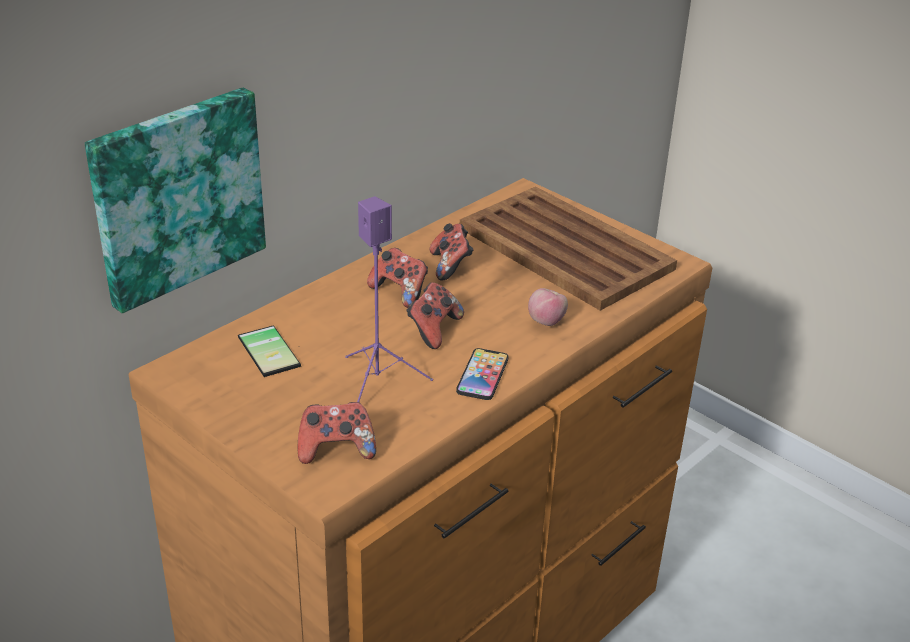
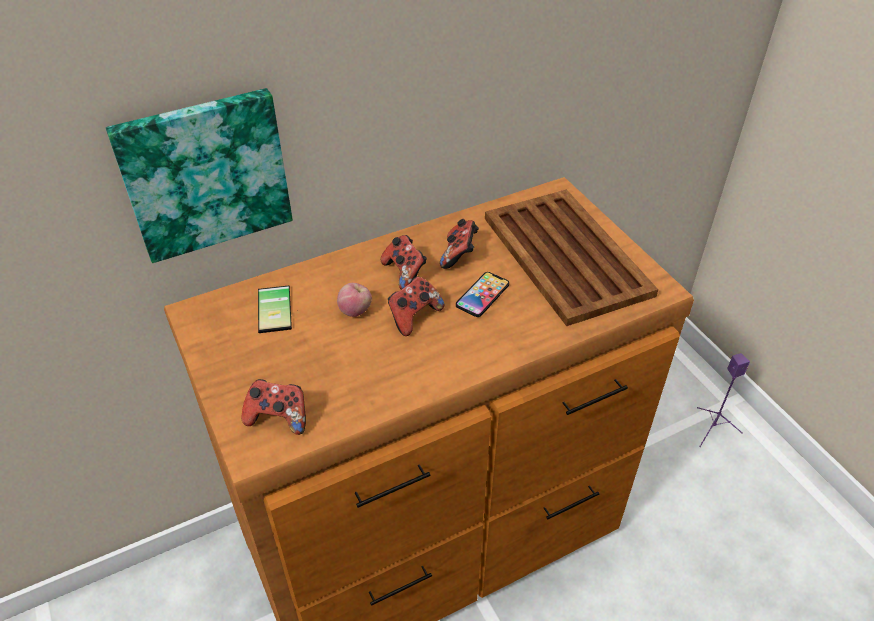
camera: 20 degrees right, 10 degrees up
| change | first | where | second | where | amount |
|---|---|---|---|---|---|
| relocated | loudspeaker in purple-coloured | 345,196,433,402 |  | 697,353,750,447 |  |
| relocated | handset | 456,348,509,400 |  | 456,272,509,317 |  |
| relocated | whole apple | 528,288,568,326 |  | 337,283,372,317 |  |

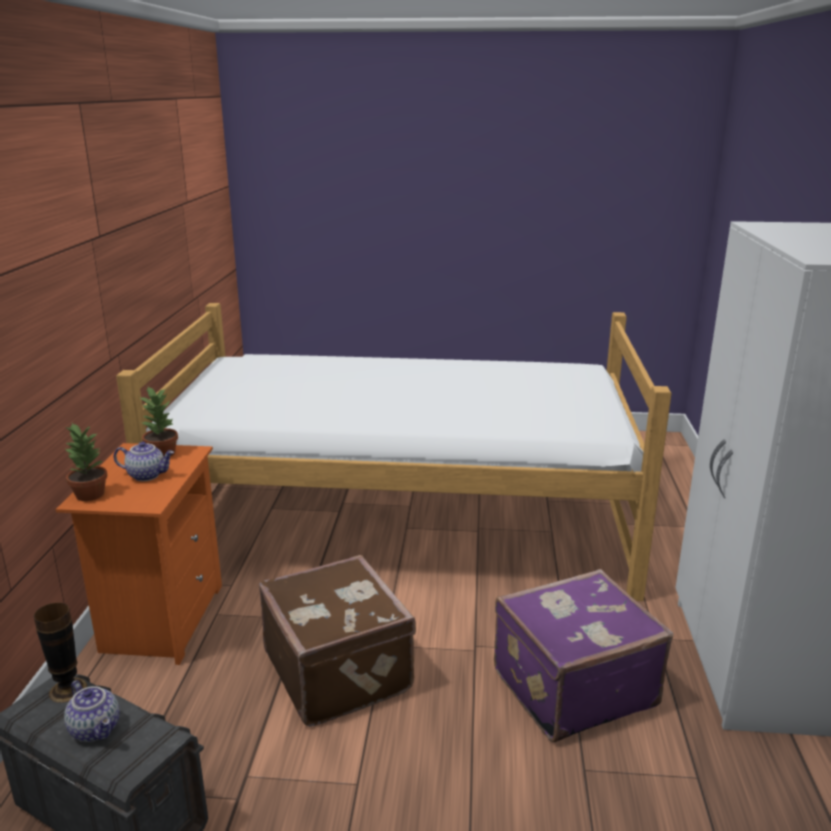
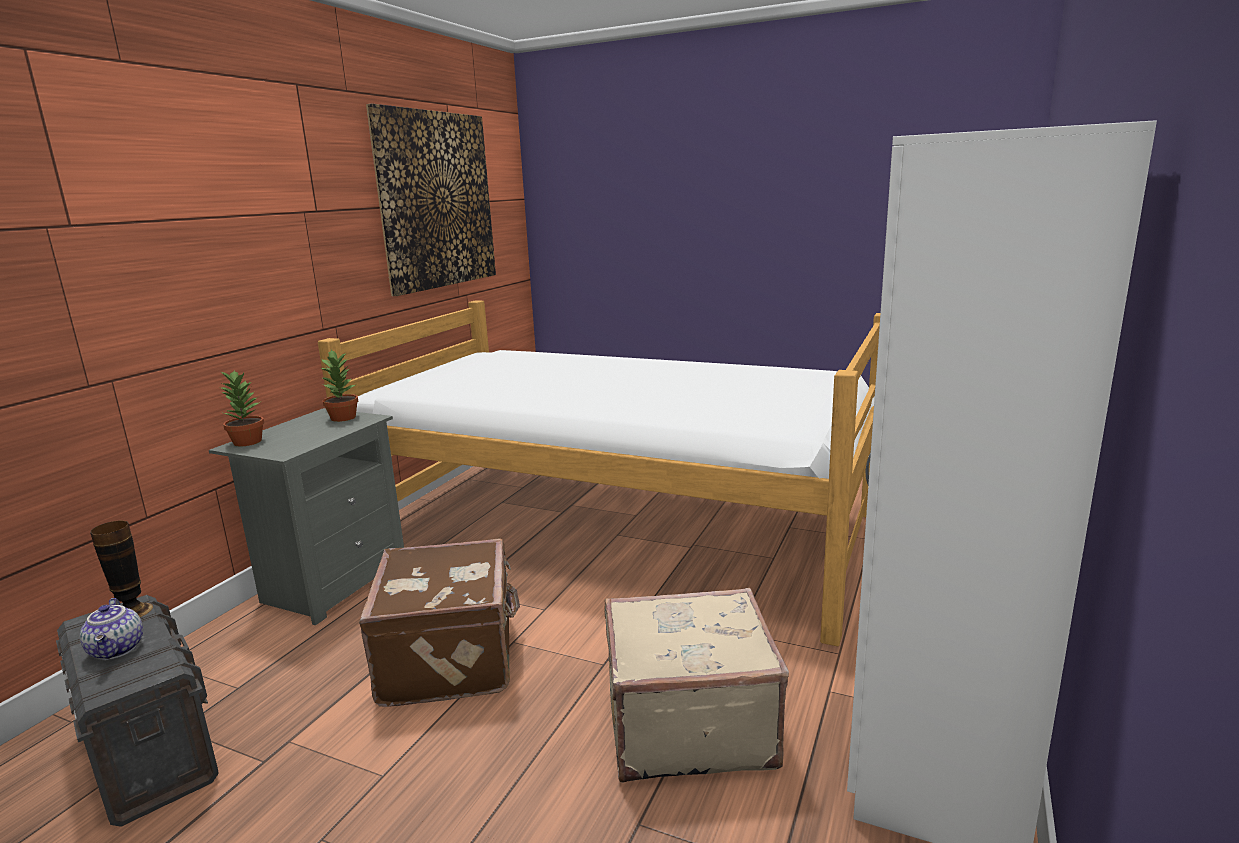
camera: 20 degrees right, 5 degrees down
| change | first | where | second | where | amount |
|---|---|---|---|---|---|
| colour | bedside table in orangey | 56,443,222,665 | bedside table in grey | 209,408,404,625 |  |
| missing | tea pot | 114,442,174,481 |  |  |  |
| colour | piece of luggage in purple-coloured | 494,569,673,742 | piece of luggage in beige-coloured | 604,588,789,783 |  |
| appeared |  |  | wall art | 366,104,496,296 |  |

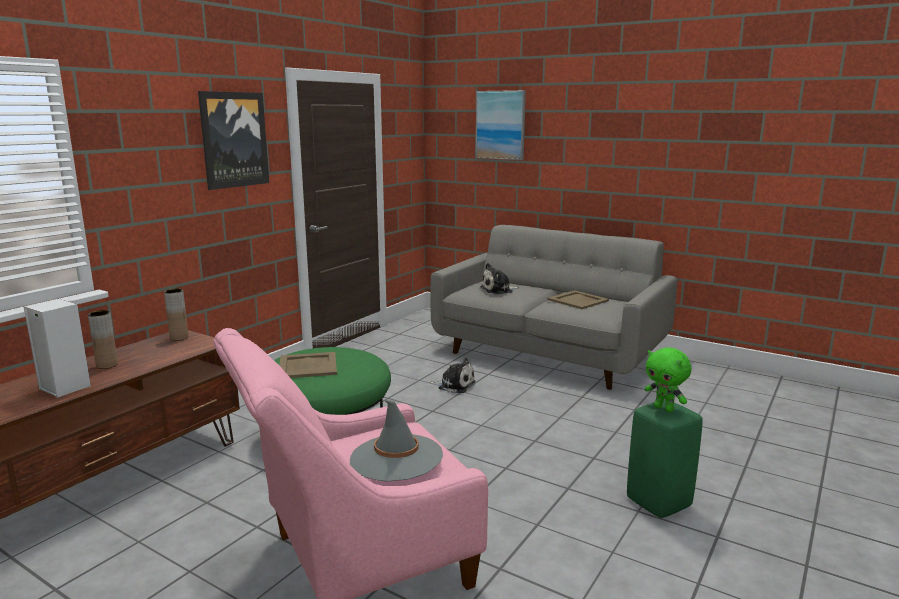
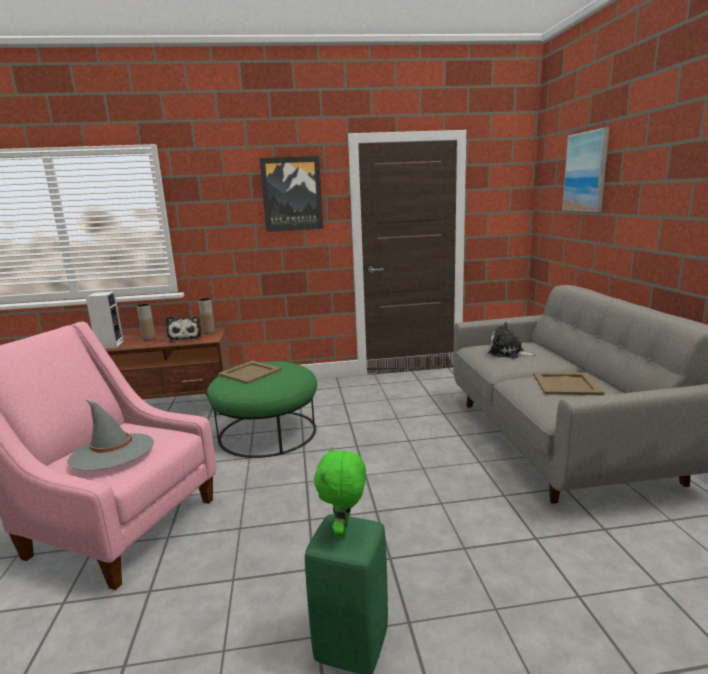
camera: 50 degrees right, 0 degrees up
| change | first | where | second | where | amount |
|---|---|---|---|---|---|
| relocated | soft toy | 430,358,475,393 |  | 166,316,202,342 |  |

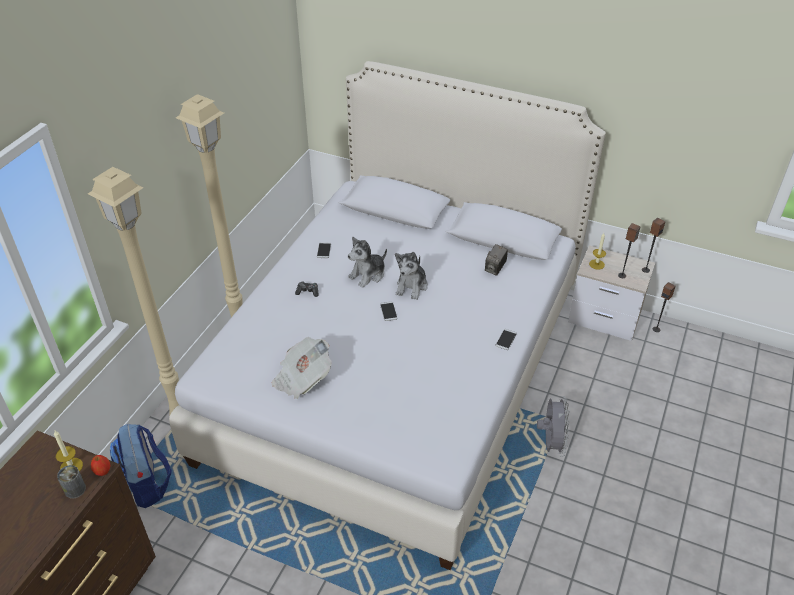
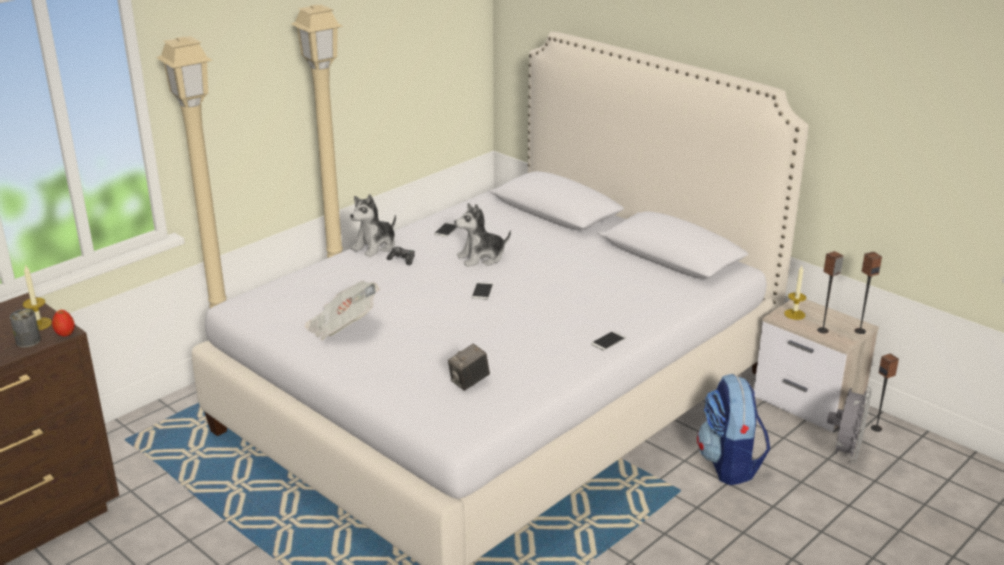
camera: 20 degrees right, 15 degrees down
| change | first | where | second | where | amount |
|---|---|---|---|---|---|
| relocated | backpack | 110,423,172,508 |  | 697,374,770,485 |  |
| relocated | soft toy | 395,252,428,300 |  | 350,194,396,257 |  |
| relocated | still camera | 485,244,508,276 |  | 448,344,490,391 |  |
| relocated | fan in grey | 537,396,569,456 |  | 827,386,872,463 |  |

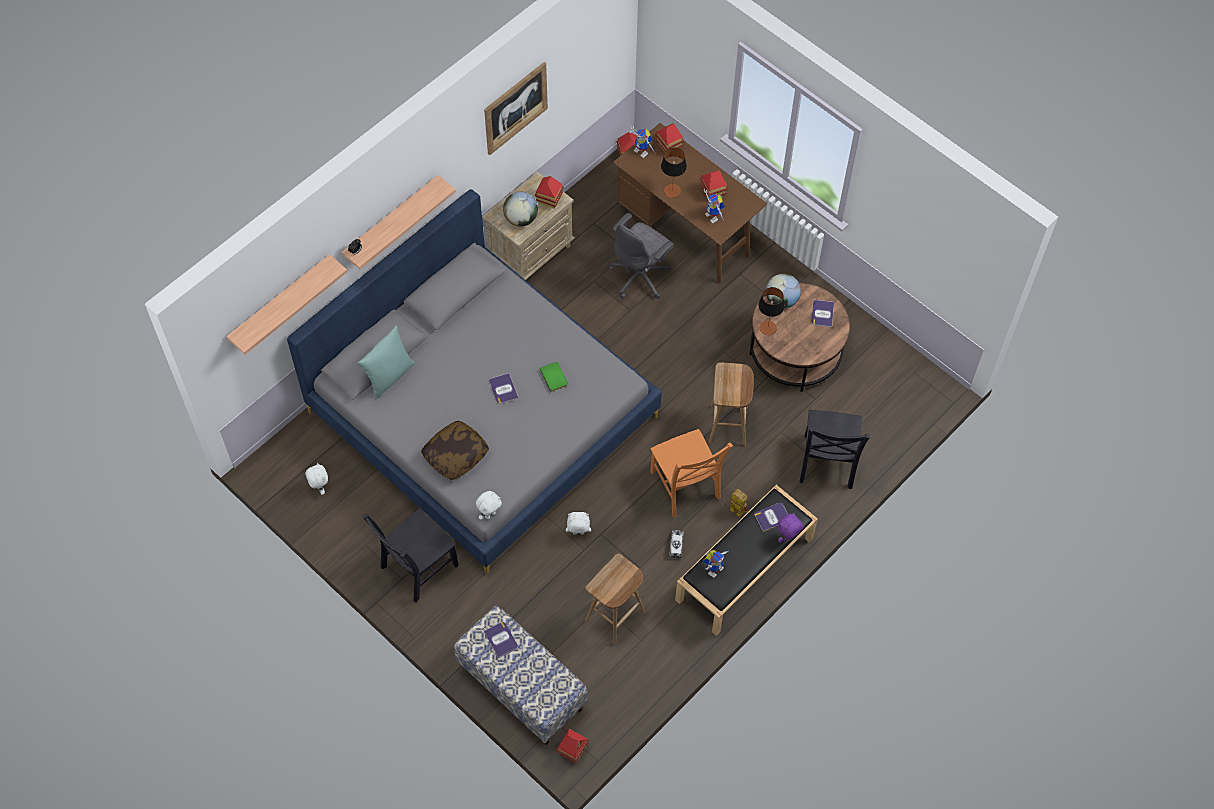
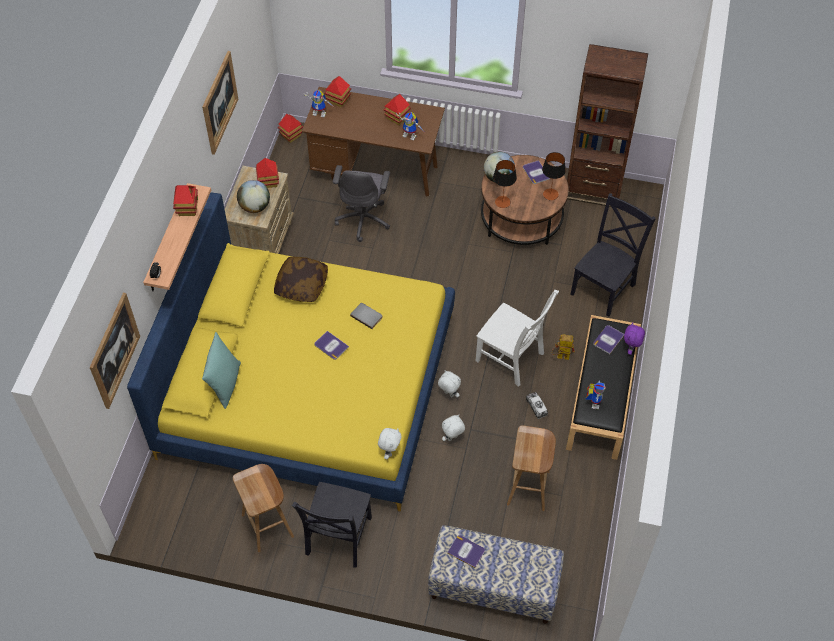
camera: 30 degrees left, 5 degrees down
| change | first | where | second | where | amount |
|---|---|---|---|---|---|
| exchanged | shelf | 227,254,348,355 | wall art | 89,293,140,409 |  |
| colour | bedroom bed in grey | 287,189,662,574 | bedroom bed in yellow-coloured | 127,193,455,511 |  |
| relocated | soft toy in white-coloured | 305,462,328,495 |  | 438,370,461,398 |  |
| relocated | throw pillow | 421,421,489,480 |  | 274,257,328,302 |  |
| colour | volume in green | 540,362,568,392 | volume in grey | 350,303,383,329 |  |
| relocated | model house | 556,729,589,764 |  | 173,185,198,216 |  |
| colour | upright chair in orangey | 650,429,733,517 | upright chair in white-coloured | 476,290,559,387 |  |
| relocated | lamp for a table | 661,148,687,198 |  | 542,152,566,200 |  |
| relocated | stool seat in brownish | 708,362,754,446 |  | 233,464,294,552 |  |
| spun | upright chair in blackish | 800,410,870,489 |  | 570,193,656,317 | 120 degrees counterclockwise |
| appeared |  |  | bookcase in brownish | 567,44,648,207 |  |

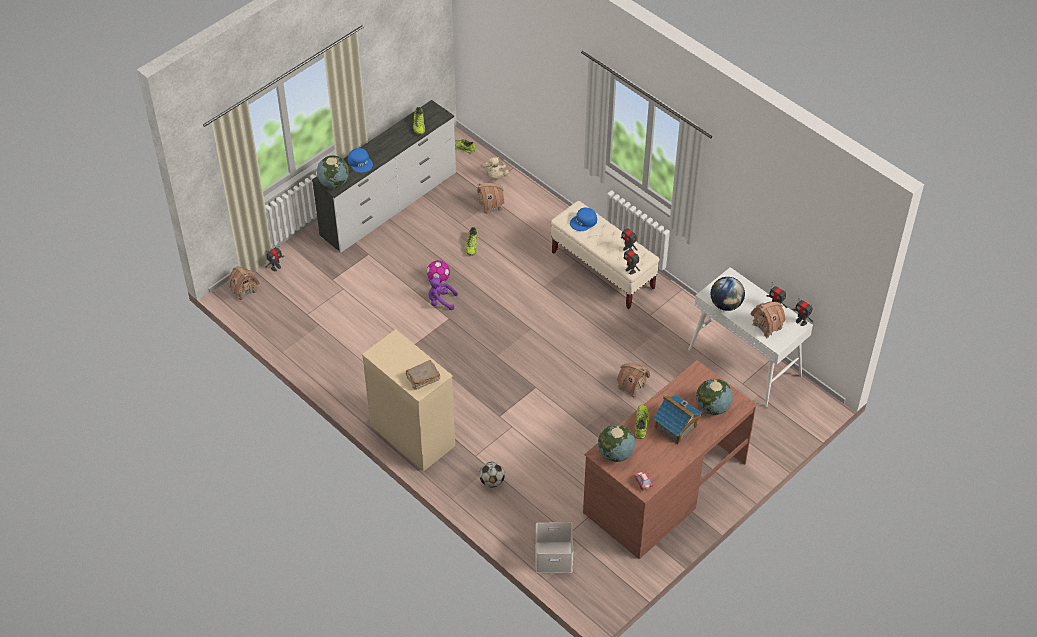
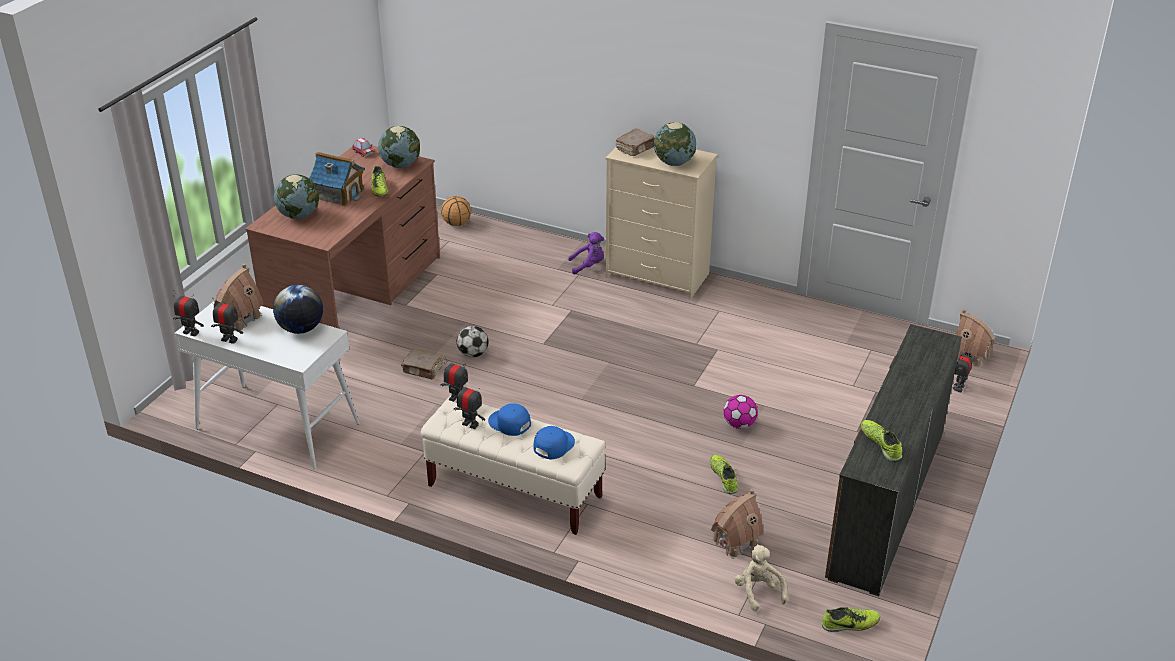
camera: 160 degrees right, 15 degrees down
| change | first | where | second | where | amount |
|---|---|---|---|---|---|
| colour | chest of drawers in white-coloured | 312,100,456,252 | chest of drawers in brownish | 825,324,962,596 |  |
| relocated | desk globe | 317,155,349,188 |  | 653,122,696,166 |  |
| relocated | baseball cap in blue | 348,148,373,173 |  | 488,403,531,436 |  |
| relocated | soft toy in purple-coloured | 428,277,458,310 |  | 569,232,604,275 |  |
| relocated | football | 479,462,505,487 |  | 457,326,489,358 |  |
| exchanged | storage bin in white-coloured | 535,522,573,573 | basketball | 441,196,471,226 |  |
| exchanged | model house | 617,363,650,398 | volume in brownish | 401,349,443,379 |  |

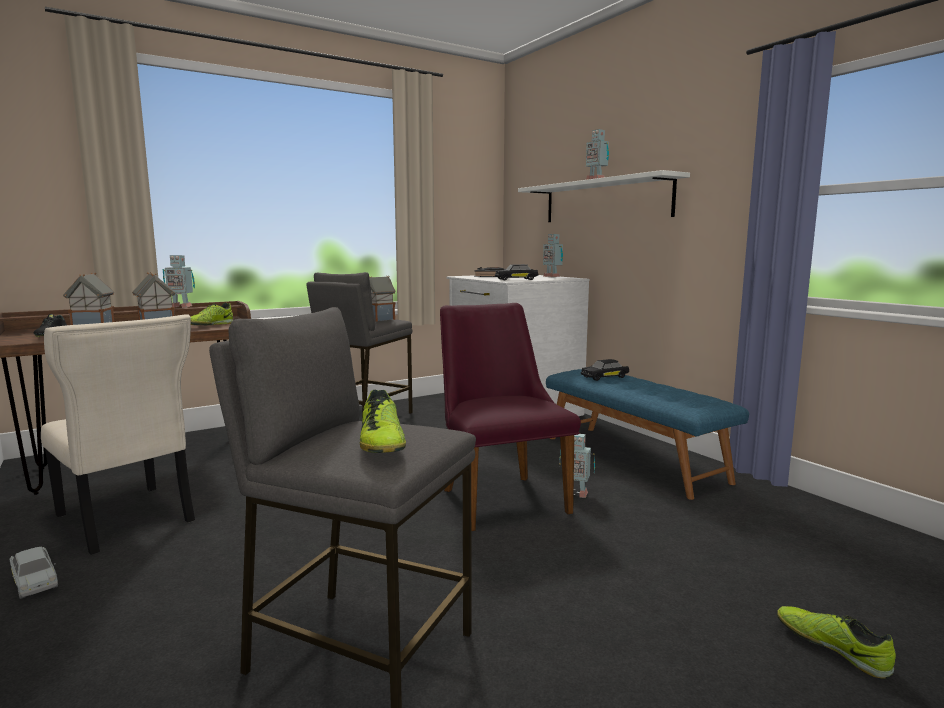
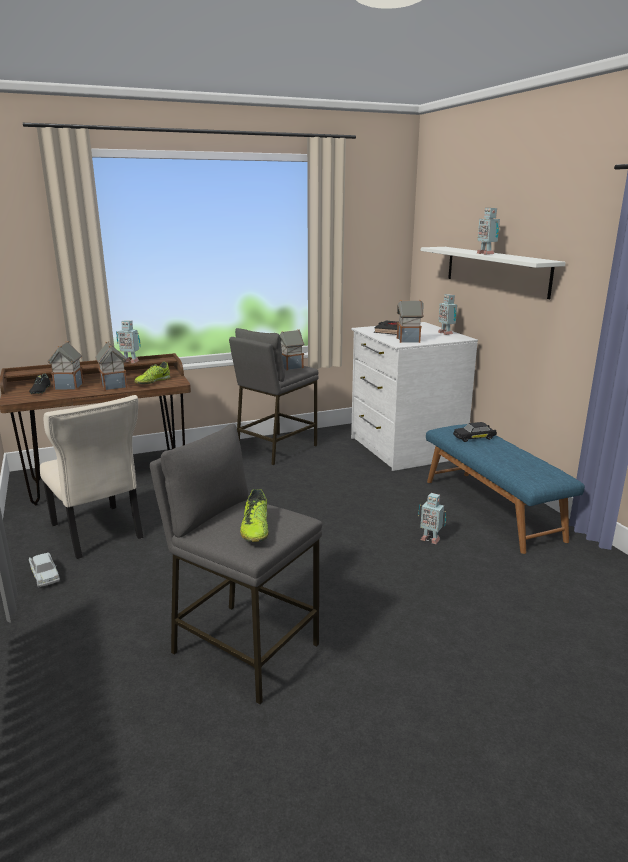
camera: 10 degrees right, 10 degrees up
| change | first | where | second | where | amount |
|---|---|---|---|---|---|
| missing | upright chair in purple-coloured | 440,303,581,531 |  |  |  |
| exchanged | miniature car in blackish | 495,264,538,280 | model house | 397,300,424,343 |  |
| missing | low shoe | 777,606,896,678 |  |  |  |

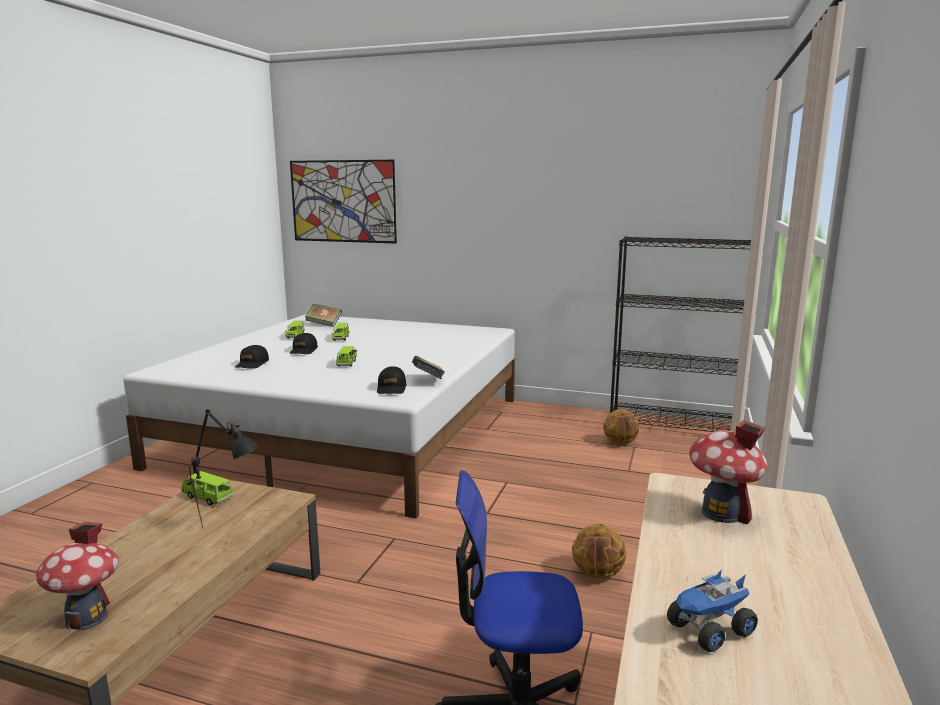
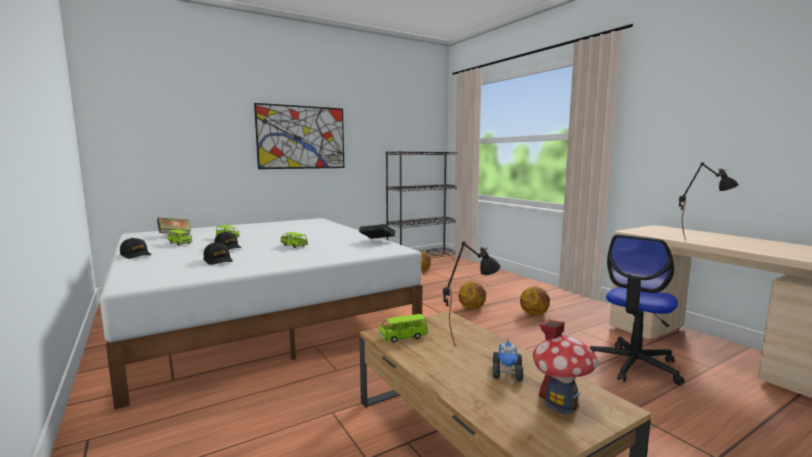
camera: 50 degrees left, 5 degrees down
| change | first | where | second | where | amount |
|---|---|---|---|---|---|
| relocated | wall art | 290,160,397,243 |  | 254,103,344,169 |  |
| relocated | baseball cap in blackish | 377,366,406,394 |  | 120,238,151,259 |  |
| relocated | toy truck | 667,569,758,652 |  | 492,338,523,382 |  |
| missing | model house | 689,420,767,524 |  |  |  |
| appeared |  |  | basketball | 458,281,486,310 |  |
| appeared |  |  | lamp for a table in blackish | 679,162,739,240 |  |

